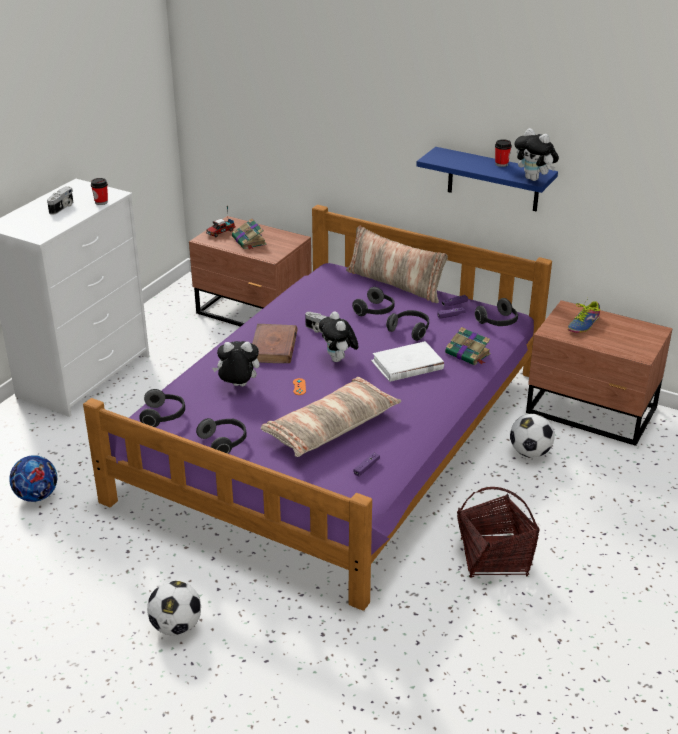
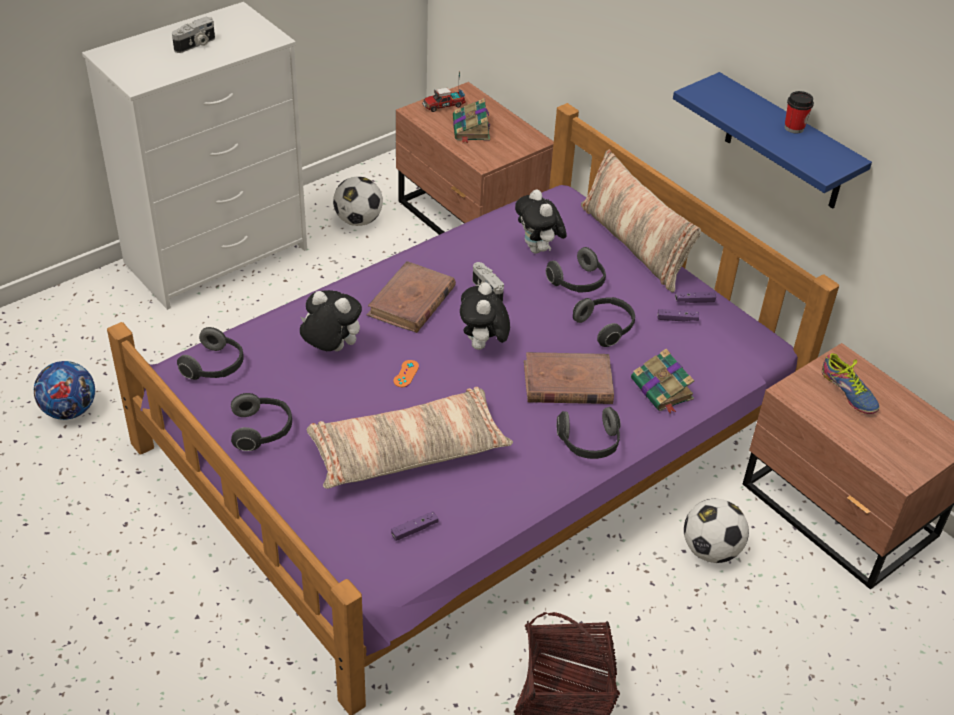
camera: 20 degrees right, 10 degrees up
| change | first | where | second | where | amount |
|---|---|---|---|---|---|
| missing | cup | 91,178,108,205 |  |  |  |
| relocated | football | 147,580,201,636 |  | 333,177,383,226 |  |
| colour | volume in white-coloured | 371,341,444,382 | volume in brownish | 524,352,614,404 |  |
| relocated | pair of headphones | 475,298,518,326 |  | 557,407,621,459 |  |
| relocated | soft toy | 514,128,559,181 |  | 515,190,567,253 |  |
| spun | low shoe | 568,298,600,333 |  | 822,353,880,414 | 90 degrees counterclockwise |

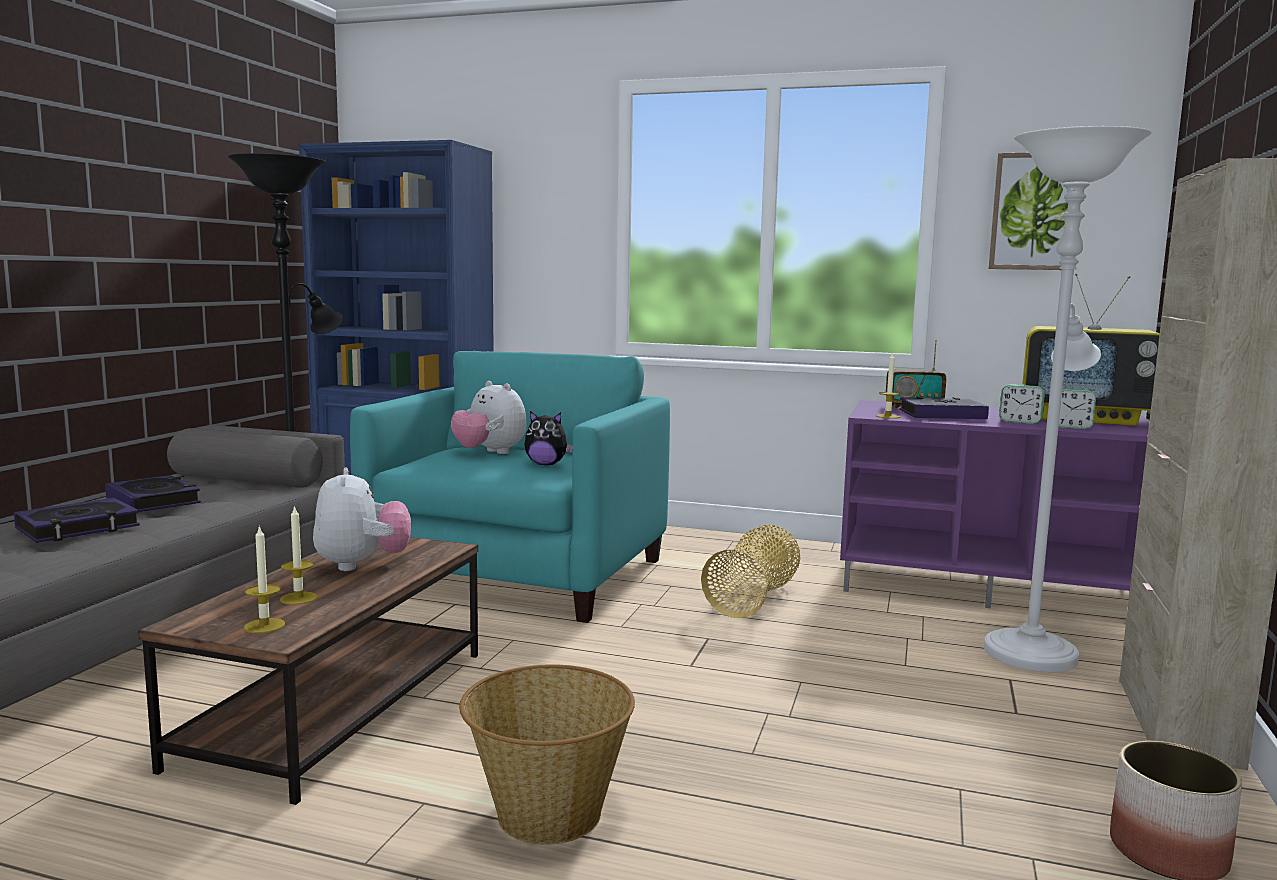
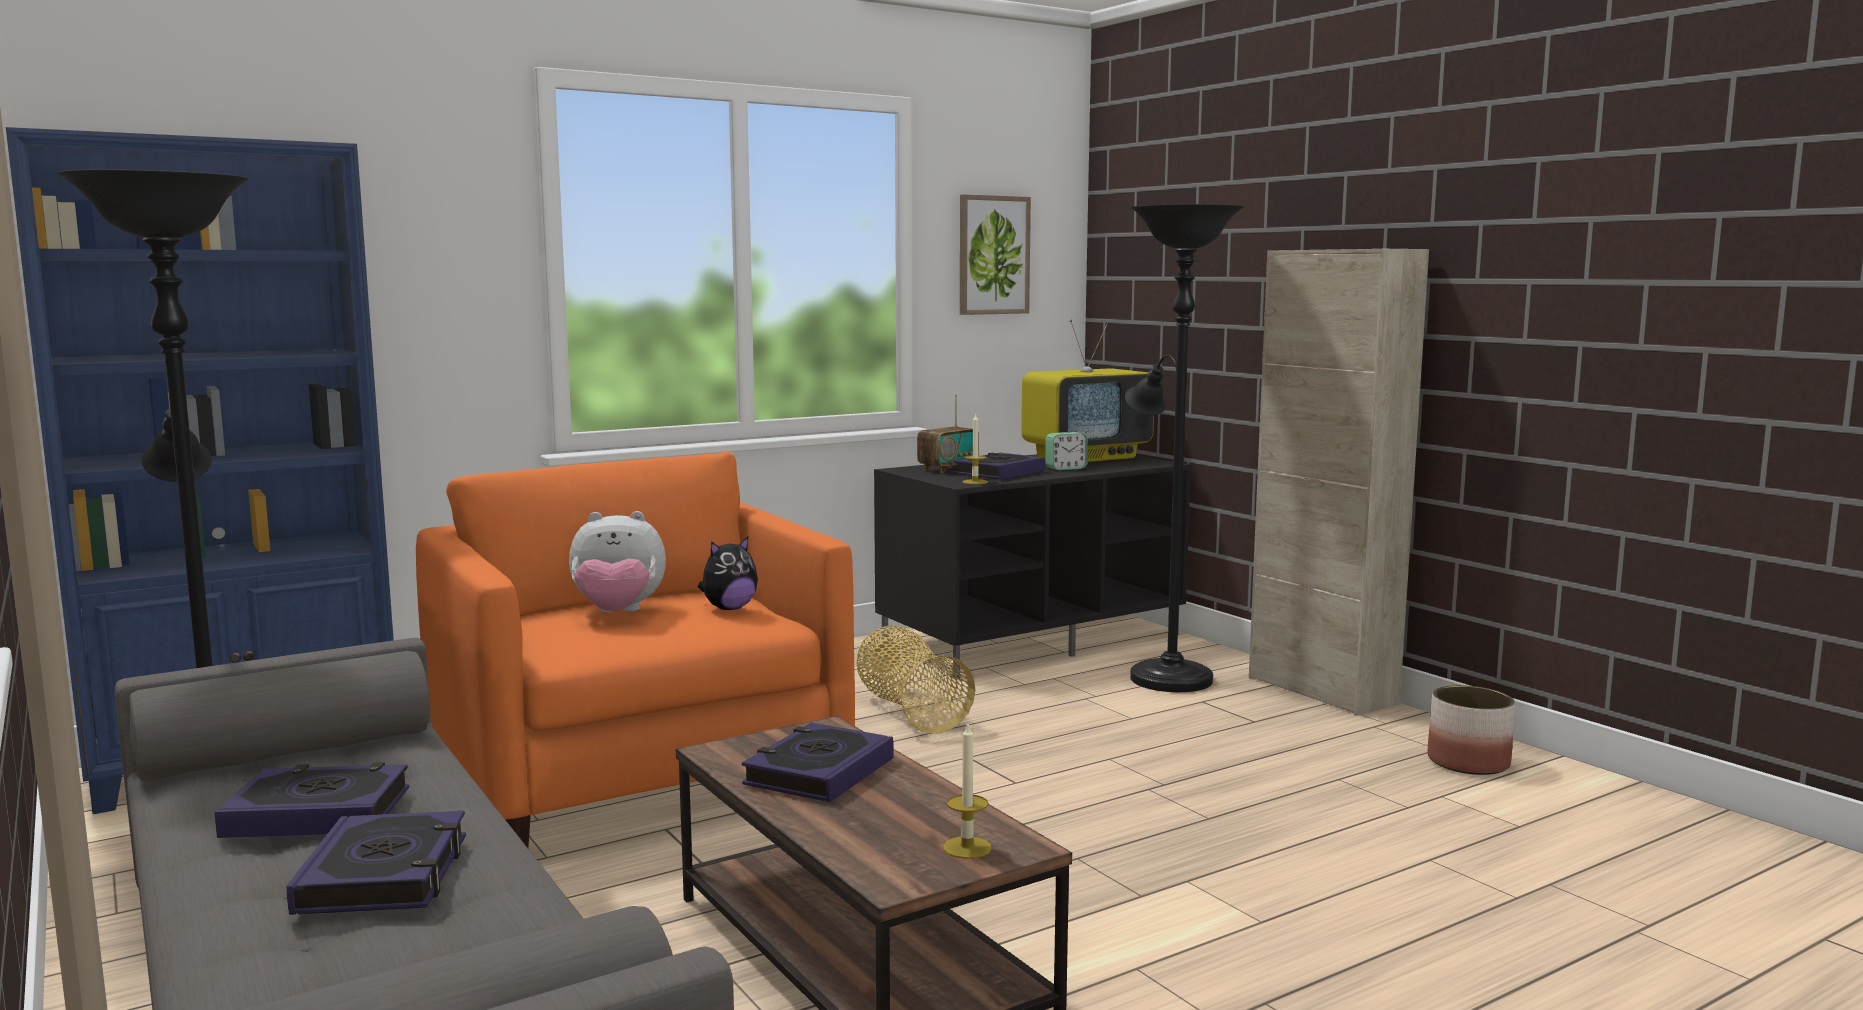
camera: 50 degrees left, 0 degrees up
| change | first | where | second | where | amount |
|---|---|---|---|---|---|
| missing | wax light | 280,505,318,605 |  |  |  |
| exchanged | soft toy | 313,467,411,571 | volume | 742,723,894,802 |  |
| colour | armchair in turquoise-coloured | 350,351,670,623 | armchair in orangey | 416,452,855,848 |  |
| missing | storage basket | 459,664,635,845 |  |  |  |
| colour | tv unit in purple-coloured | 840,400,1150,608 | tv unit in blackish | 874,454,1191,679 |  |
| colour | floor lamp in white-coloured | 984,126,1152,672 | floor lamp in blackish | 1125,204,1244,692 |  |
| missing | bedside clock | 1059,389,1096,429 |  |  |  |

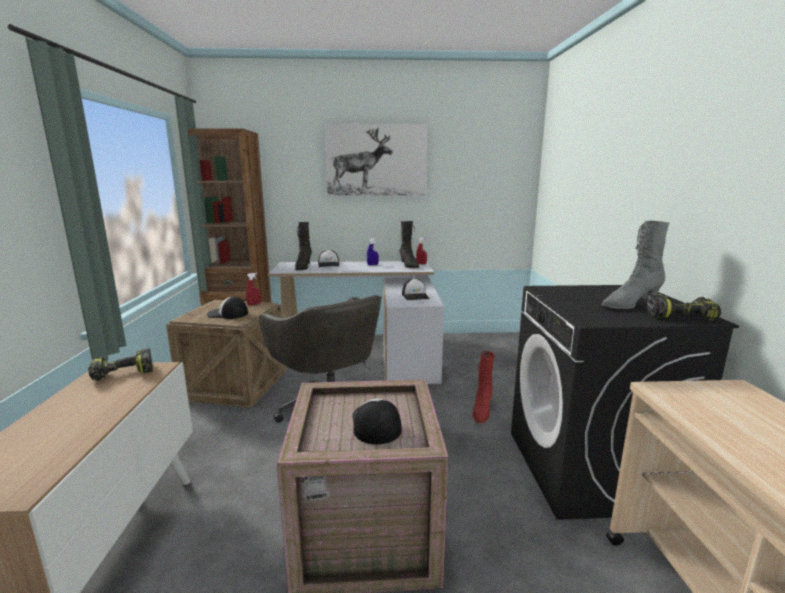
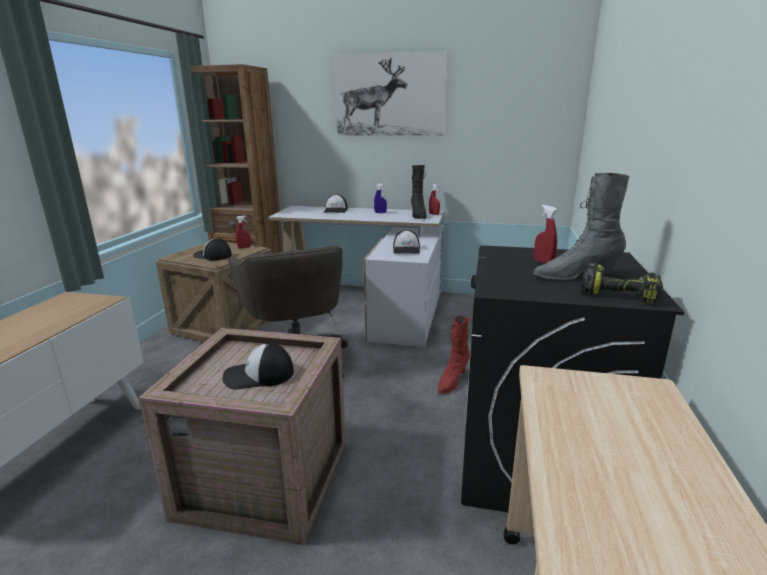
camera: 15 degrees right, 5 degrees up
| change | first | where | second | where | amount |
|---|---|---|---|---|---|
| missing | electric drill | 88,348,153,381 |  |  |  |
| missing | high-top boot in blackish | 295,222,312,270 |  |  |  |
| spun | baseball cap | 353,398,402,444 |  | 222,343,294,389 | 105 degrees counterclockwise |
| appeared |  |  | hand sprayer in red | 534,205,557,264 |  |

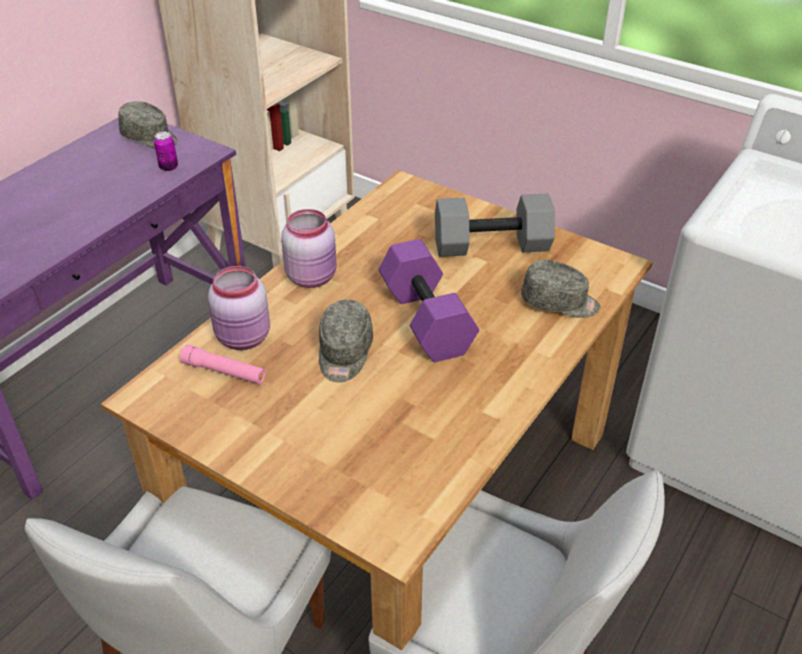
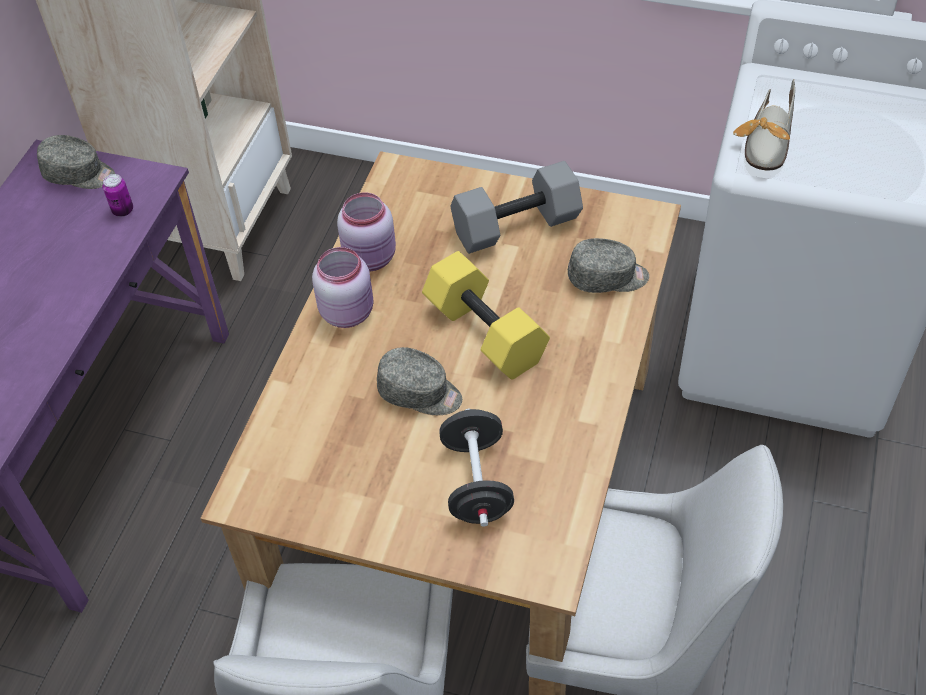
camera: 15 degrees left, 10 degrees up
| change | first | where | second | where | amount |
|---|---|---|---|---|---|
| missing | torch in pinkish | 180,344,266,384 |  |  |  |
| relocated | jar in pinkish | 208,266,270,350 |  | 337,192,396,271 |  |
| spun | baseball cap in grey | 319,300,373,382 |  | 377,347,462,415 | 60 degrees counterclockwise |
| colour | hand weight in purple-coloured | 379,239,479,362 | hand weight in yellow-coloured | 422,251,550,380 |  |
| appeared |  |  | hand weight in blackish | 439,409,514,527 |  |
| appeared |  |  | low shoe | 733,79,795,170 |  |

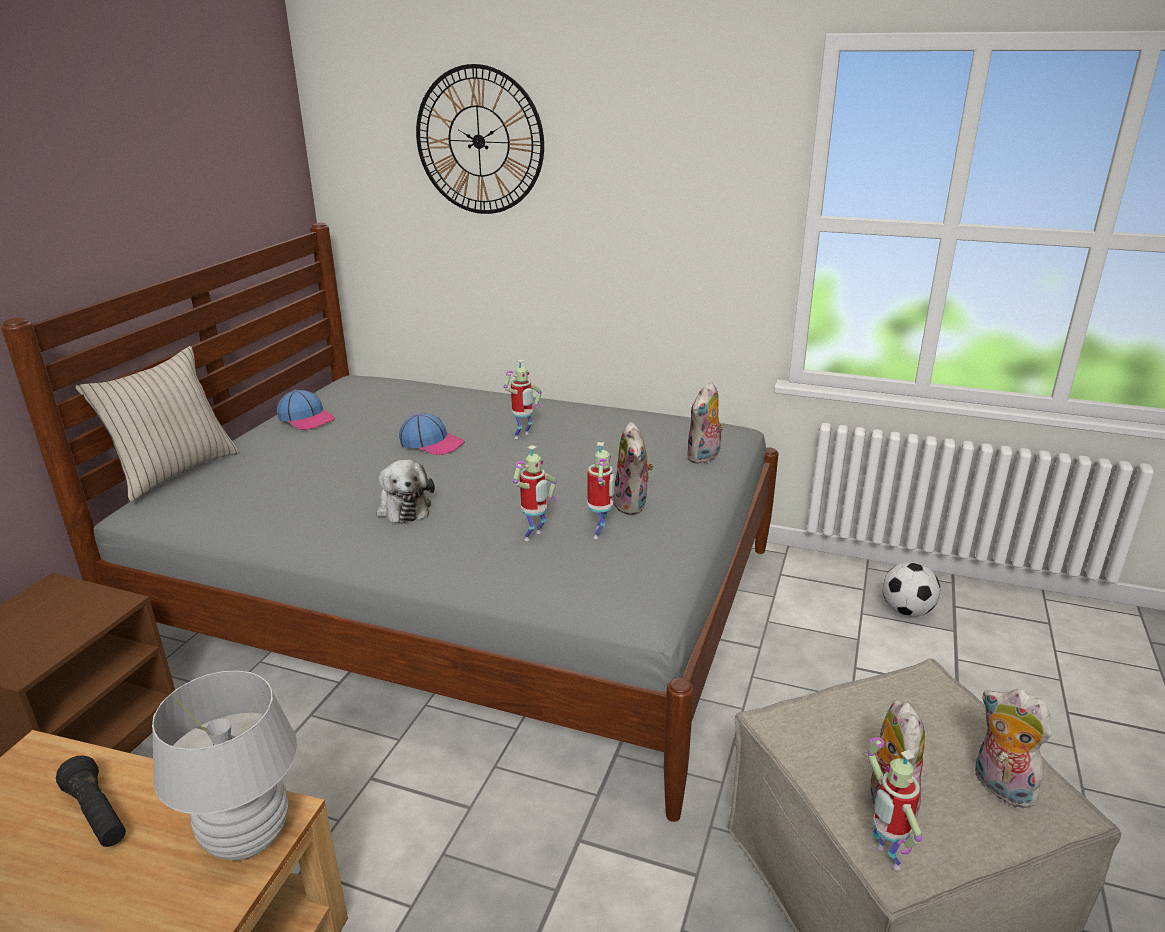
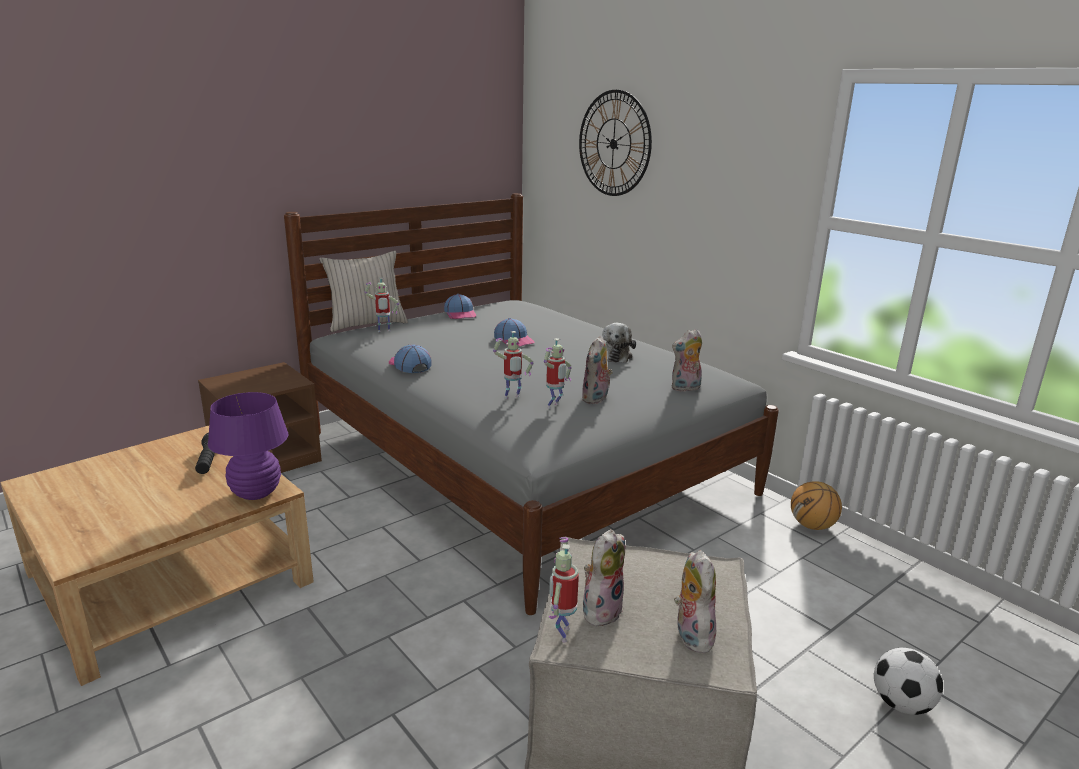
camera: 30 degrees right, 5 degrees down
| change | first | where | second | where | amount |
|---|---|---|---|---|---|
| colour | lamp for a table in white-coloured | 152,670,298,860 | lamp for a table in purple-coloured | 208,392,288,500 |  |
| relocated | soft toy | 376,460,435,524 |  | 602,323,636,363 |  |
| relocated | model robot | 504,360,542,439 |  | 364,278,399,332 |  |
| relocated | football | 882,562,940,617 |  | 874,648,943,715 |  |
| appeared |  |  | baseball cap | 389,345,431,373 |  |
| appeared |  |  | basketball | 791,481,842,530 |  |

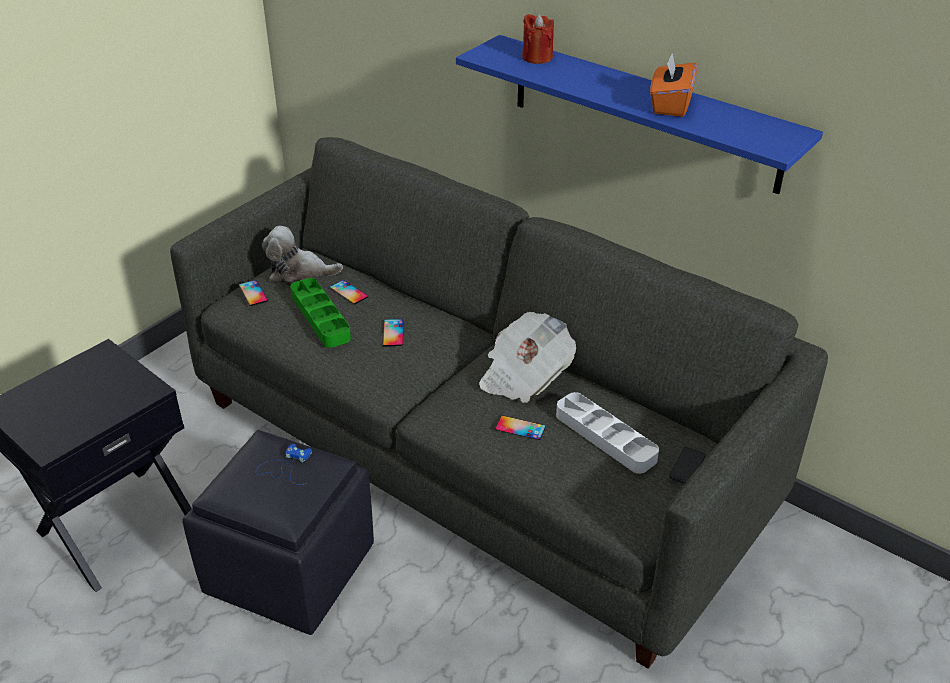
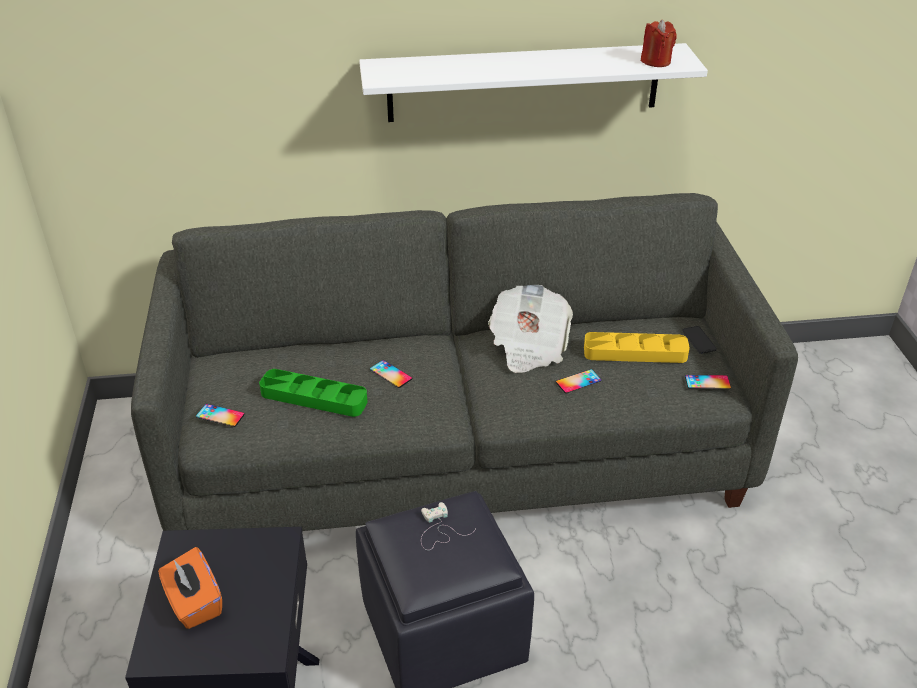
camera: 45 degrees left, 0 degrees up
| change | first | where | second | where | amount |
|---|---|---|---|---|---|
| colour | joypad in blue | 256,444,312,485 | joypad in white-coloured | 421,502,476,550 |  |
| missing | soft toy | 262,226,343,286 |  |  |  |
| relocated | handset | 330,280,368,304 |  | 685,375,731,389 |  |
| colour | shelf in blue | 456,35,823,194 | shelf in white-coloured | 359,43,708,122 |  |
| relocated | wax light in red | 522,14,554,64 |  | 641,20,677,67 |  |
| colour | tray in white-coloured | 556,392,659,474 | tray in yellow-coloured | 584,332,690,363 |  |
| relocated | tissue holder in orangey | 650,53,697,117 |  | 158,547,222,629 |  |

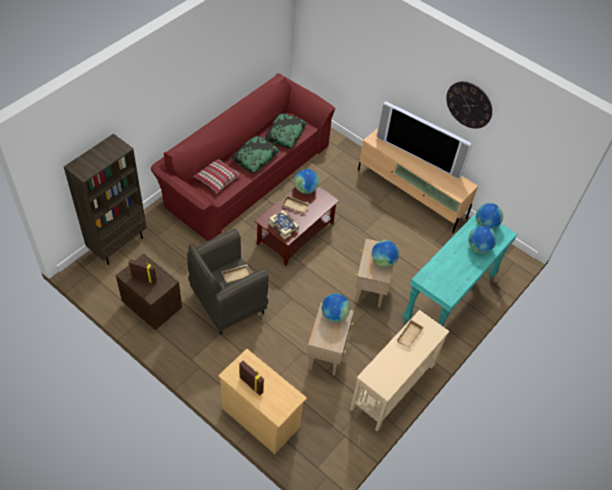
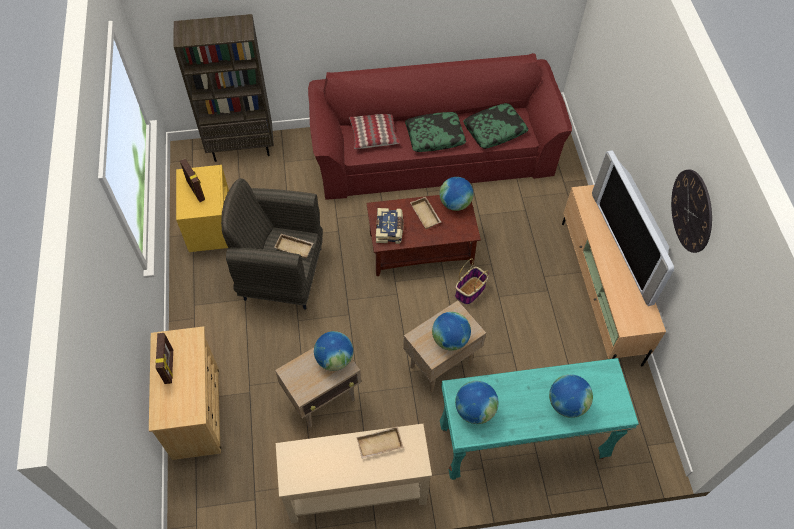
camera: 45 degrees right, 5 degrees up
| change | first | where | second | where | amount |
|---|---|---|---|---|---|
| colour | bedside table in brownish | 116,254,182,330 | bedside table in yellow-coloured | 176,165,229,252 |  |
| relocated | desk globe | 476,203,503,230 |  | 455,381,499,424 |  |
| appeared |  |  | storage basket | 455,258,489,305 |  |

